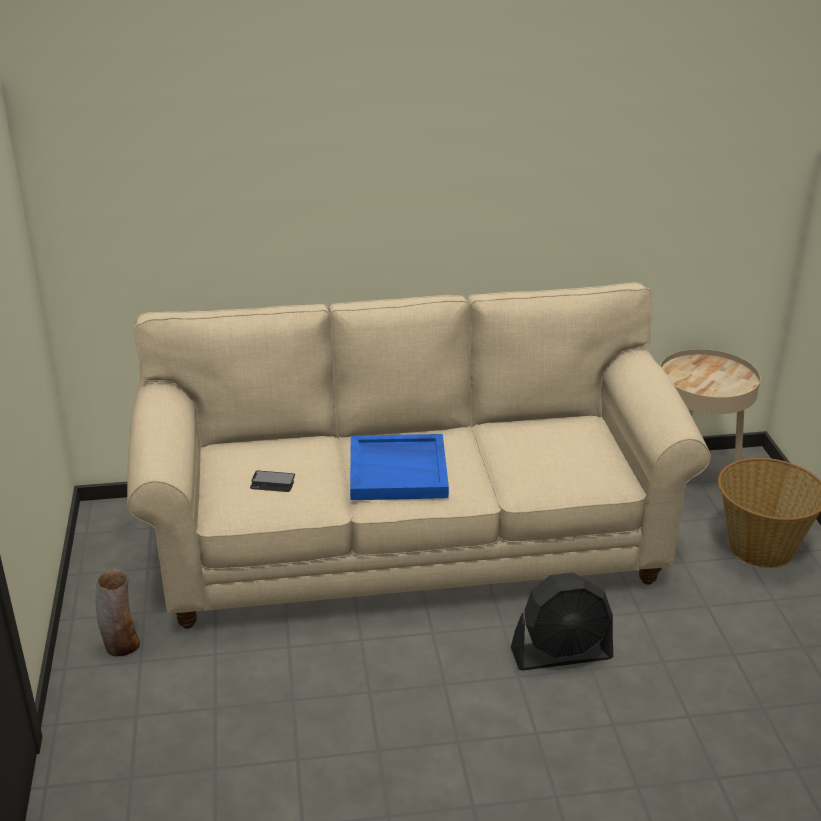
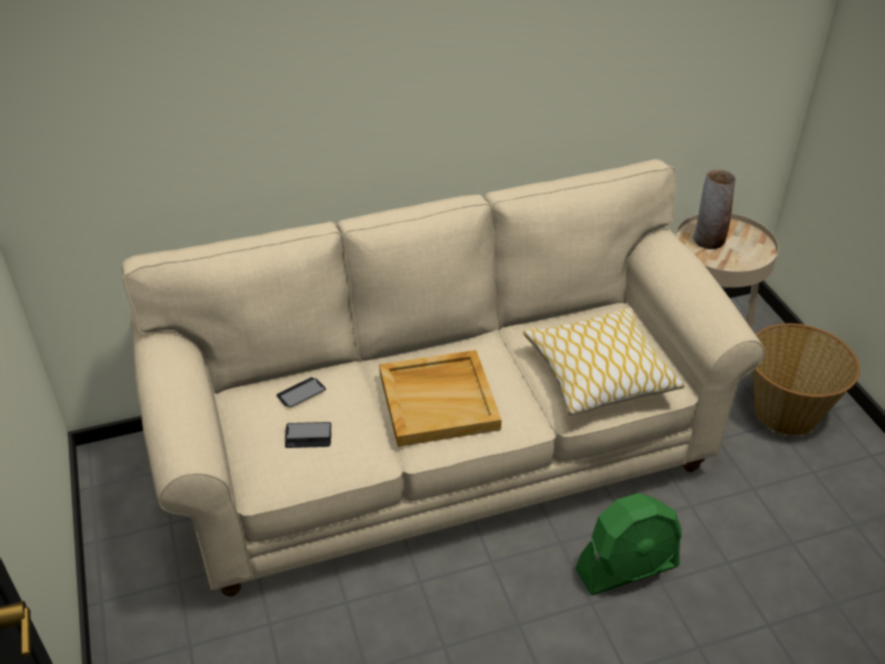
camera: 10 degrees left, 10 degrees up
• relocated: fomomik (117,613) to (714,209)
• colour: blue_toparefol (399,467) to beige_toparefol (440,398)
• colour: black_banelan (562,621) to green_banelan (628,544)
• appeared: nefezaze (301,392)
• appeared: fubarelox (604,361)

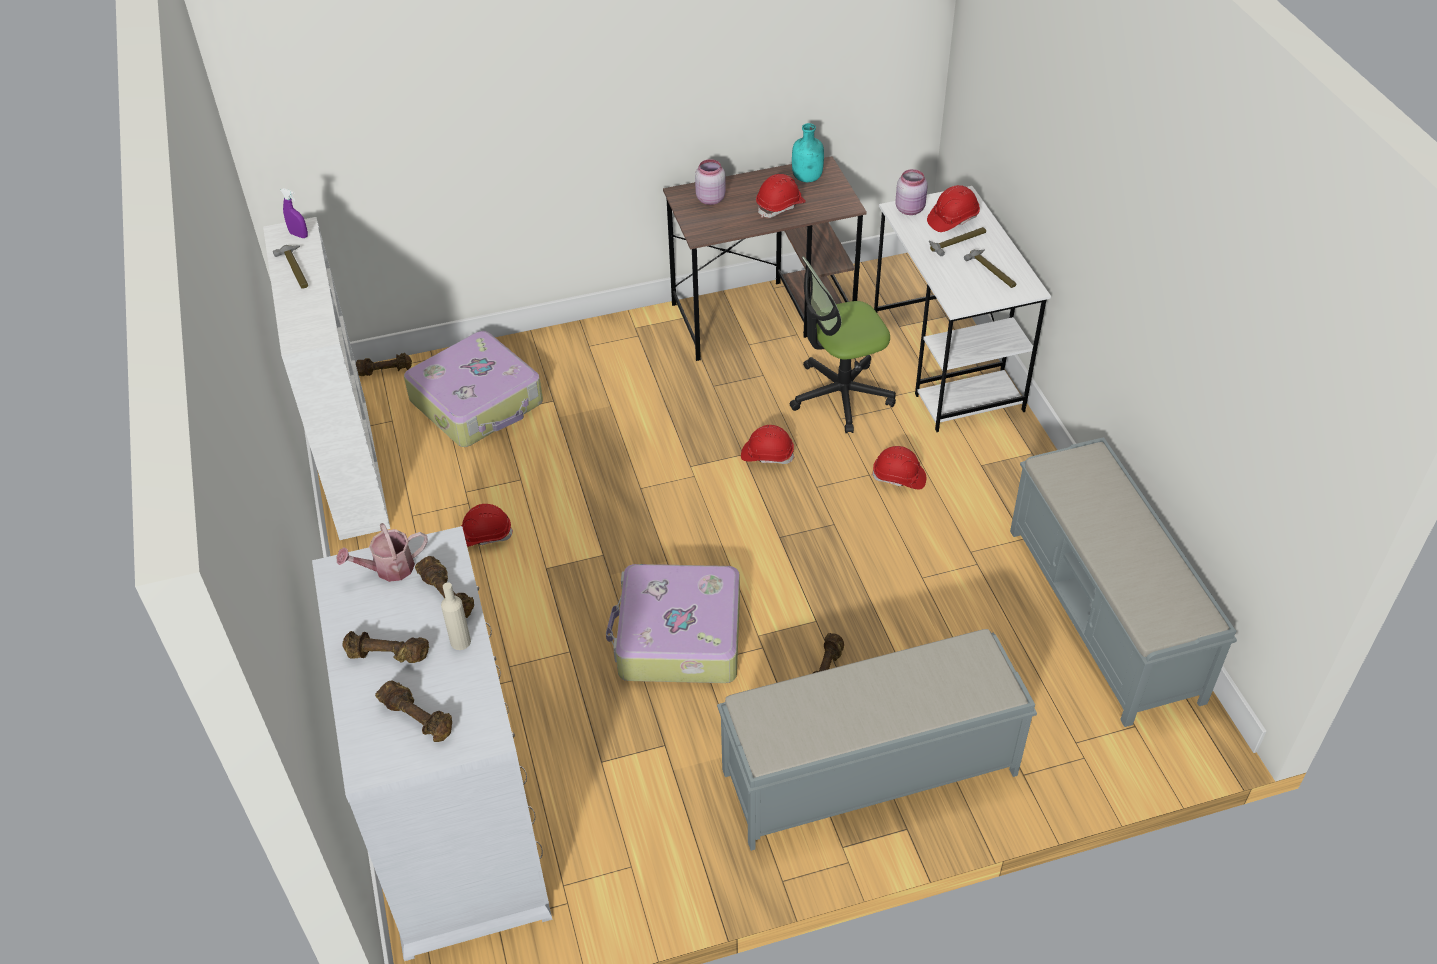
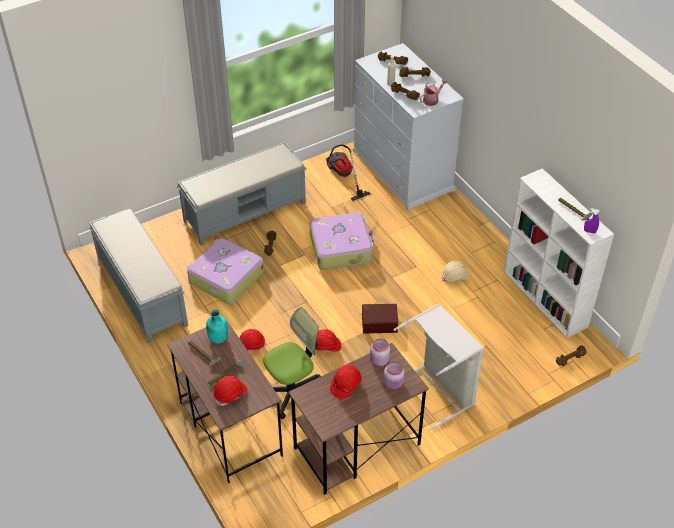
camera: 165 degrees right, 0 degrees up
• relocated: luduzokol (473,389) to (225,271)
• colour: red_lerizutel (487,525) to beige_lerizutel (456,272)
• relocated: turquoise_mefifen (808,152) to (217,327)
• colour: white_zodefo (962,309) to brown_zodefo (225,401)
• relocated: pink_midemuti (911,192) to (380,352)
• appeared: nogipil (348,172)
• appeared: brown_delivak (380,318)
• appeared: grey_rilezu (439,367)

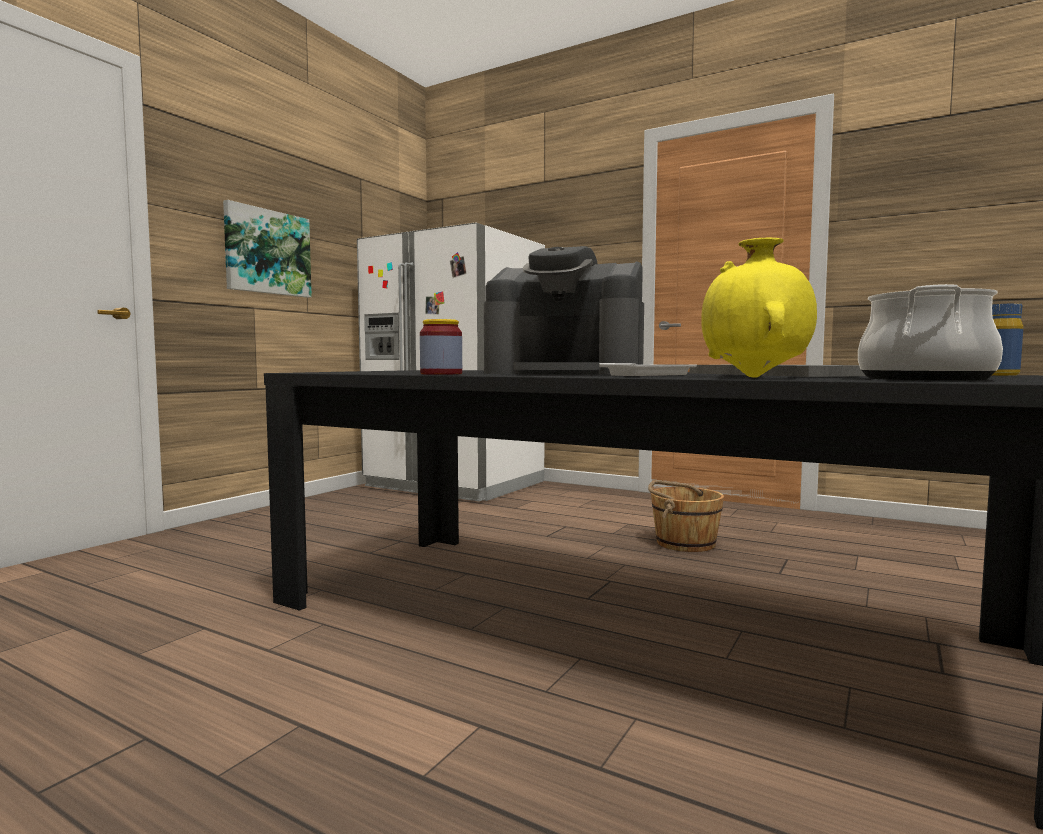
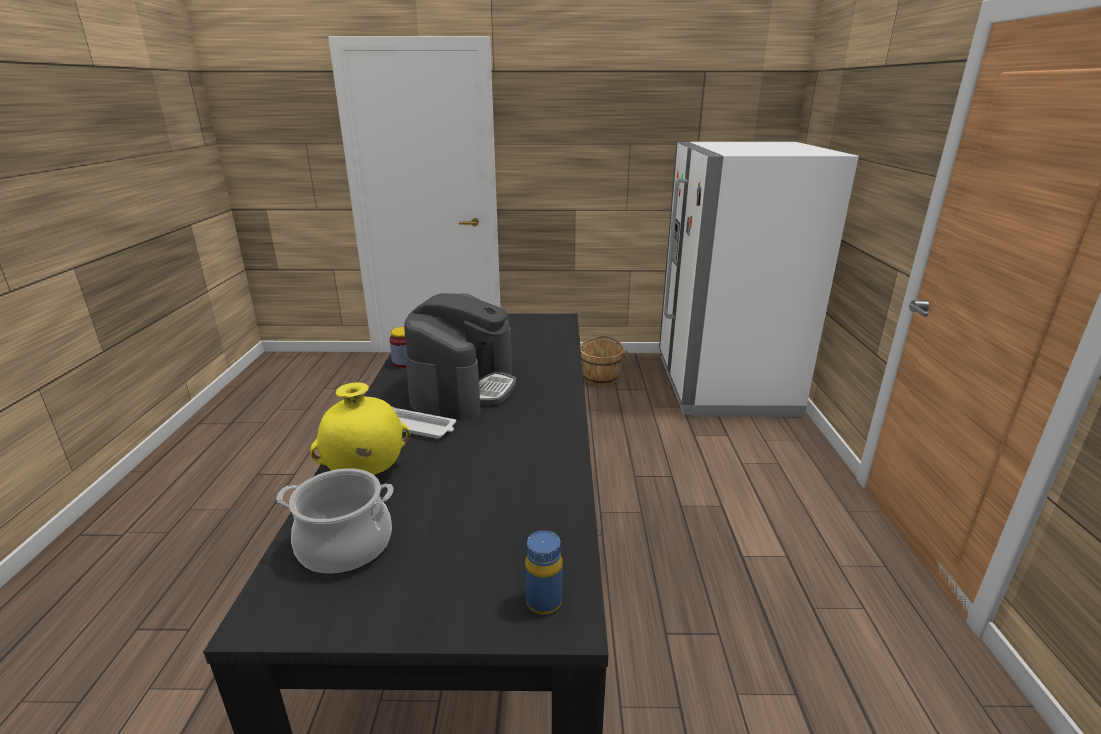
camera: 60 degrees right, 20 degrees up
• missing: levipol (267,249)
• spun: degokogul (564,310) = (460,356) 150 degrees counterclockwise
• relocated: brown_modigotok (686,516) to (605,360)
• missing: grey_toparefol (777,371)

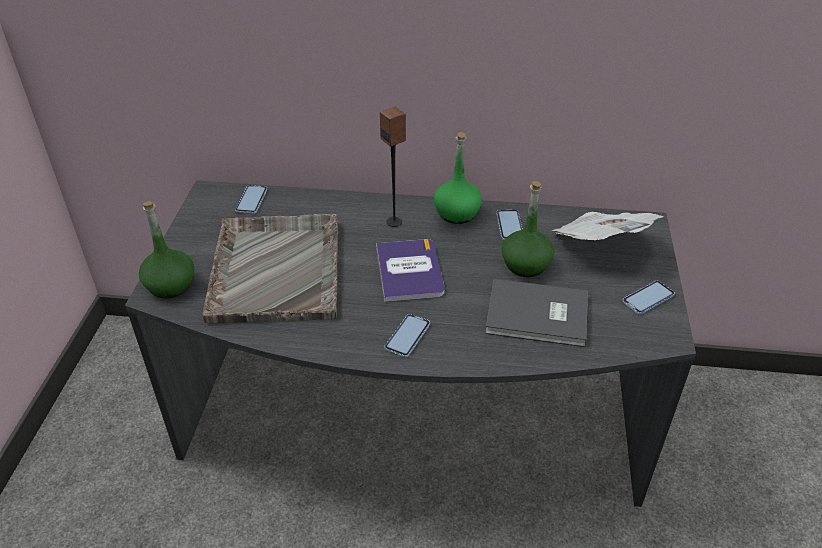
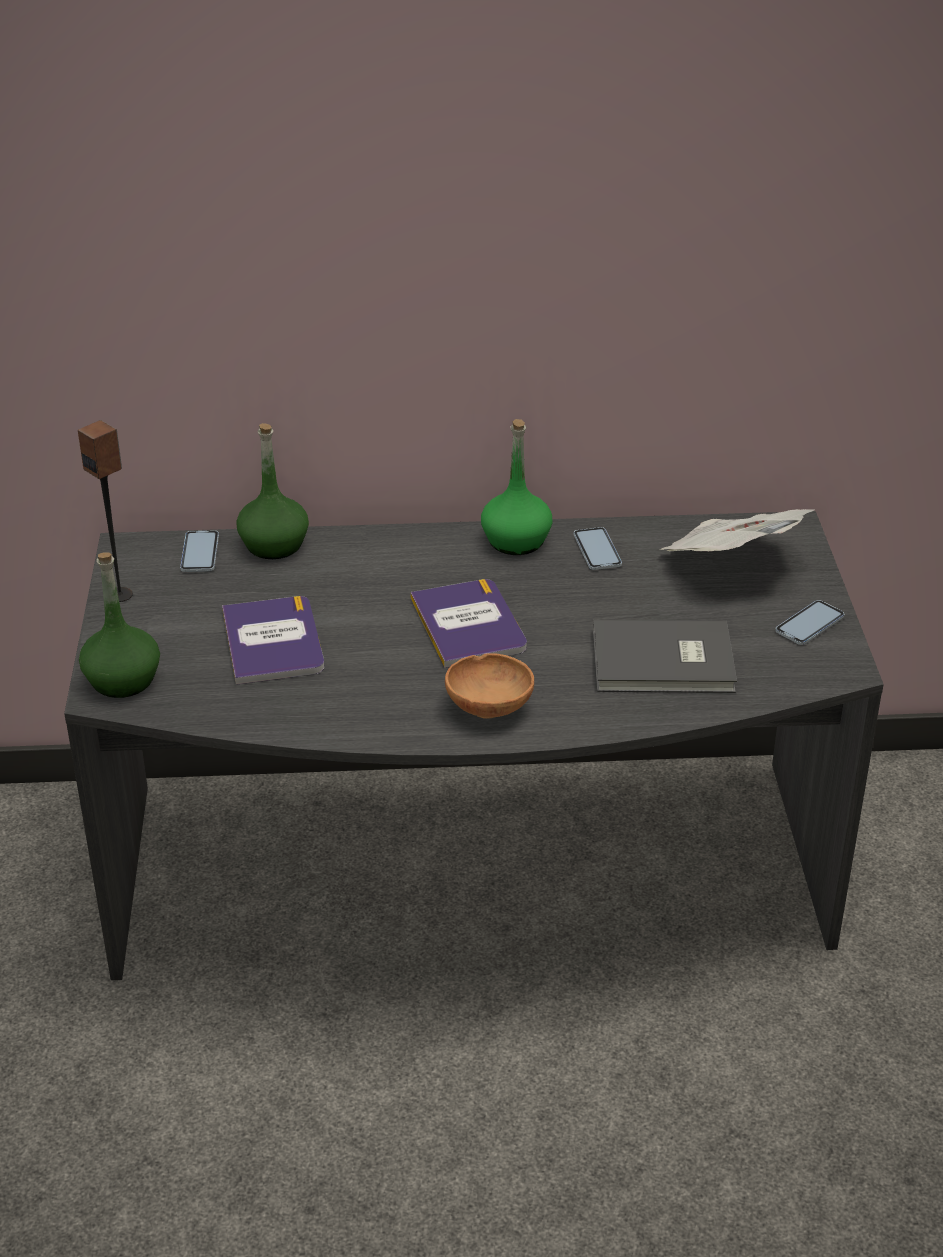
camera: 10 degrees left, 5 degrees down
• exchanged: grey_toparefol (270,268) to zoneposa (273,640)
• relocated: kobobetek (393,167) to (105,511)
• exchanged: nefezaze (407,335) to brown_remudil (489,686)
• relocated: green_mefifen (528,229) to (272,491)

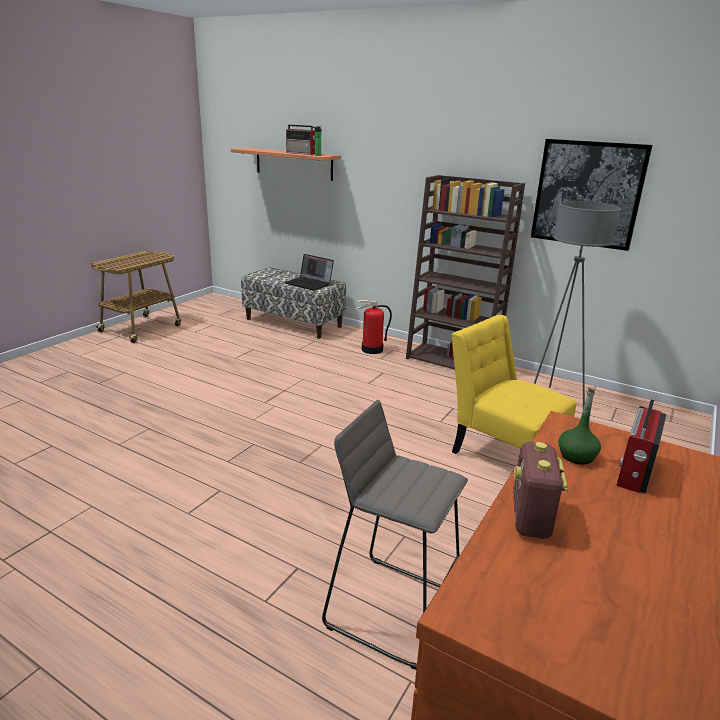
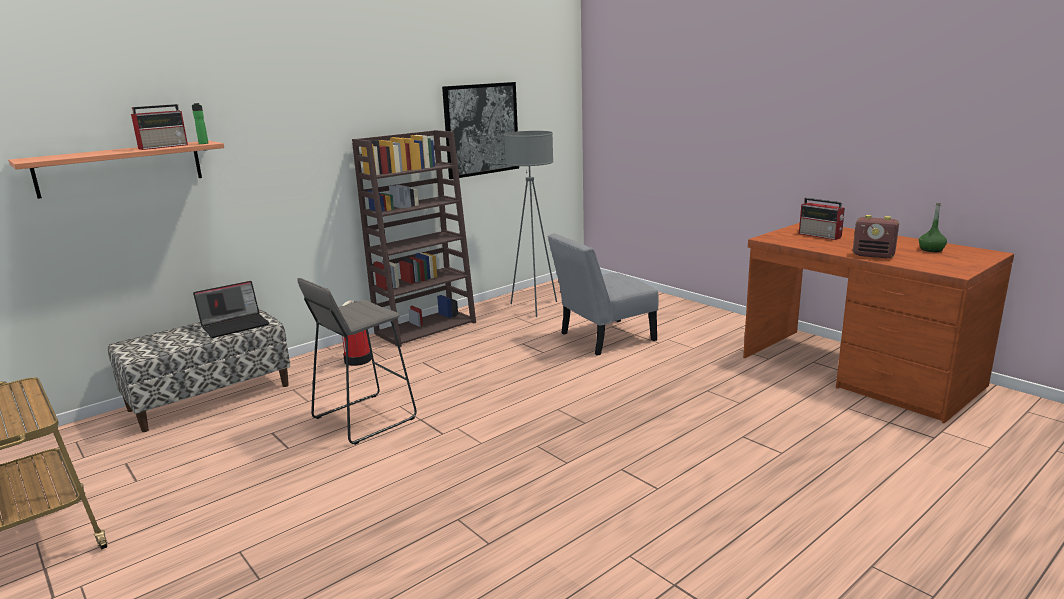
camera: 70 degrees left, 5 degrees down
• relocated: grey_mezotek (395,535) to (357,361)
• colour: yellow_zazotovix (513,384) to grey_zazotovix (603,294)
• relocated: green_mefifen (579,426) to (933,227)

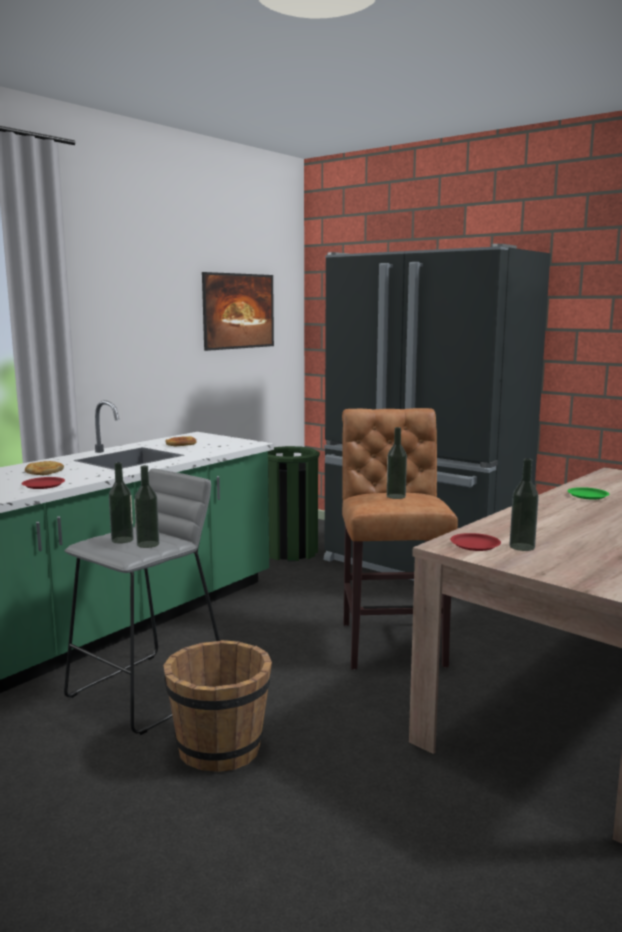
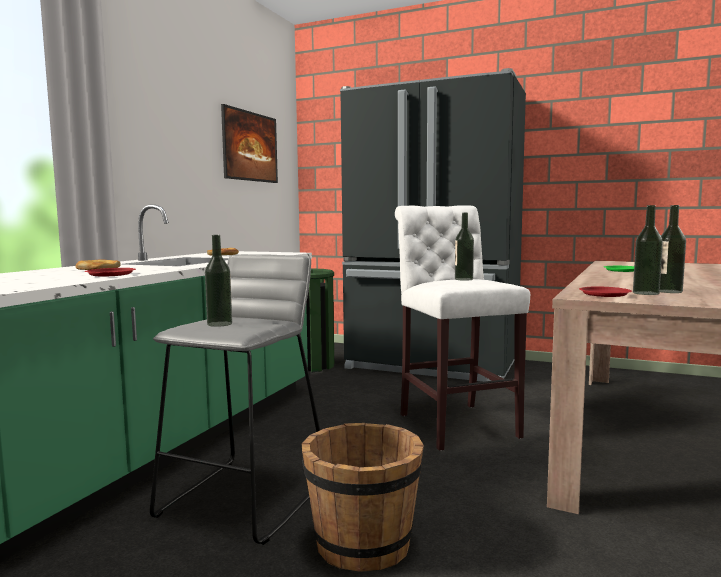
camera: 15 degrees left, 5 degrees down
• relocated: mefifen (146,506) to (673,249)
• colour: brown_mezotek (400,539) to white_mezotek (462,328)

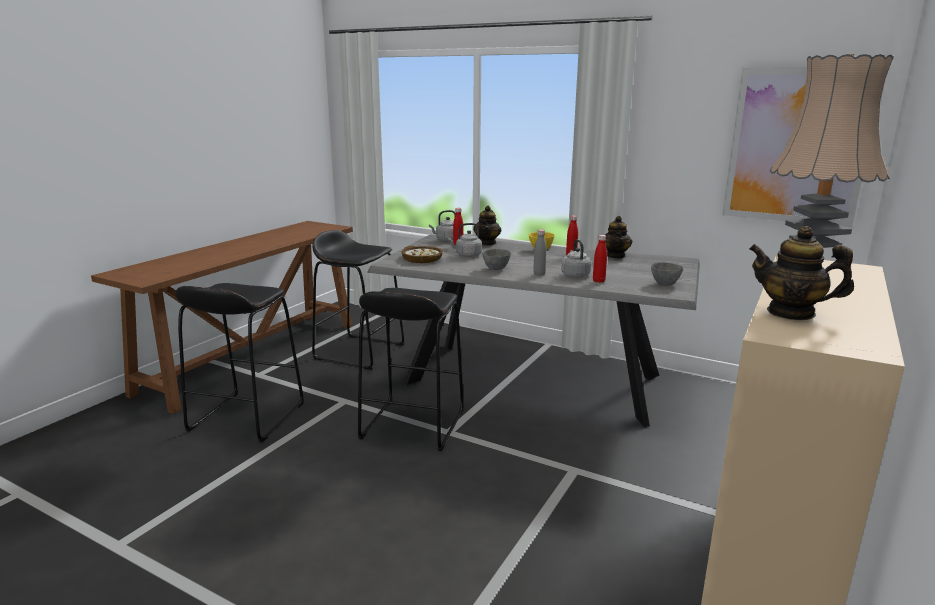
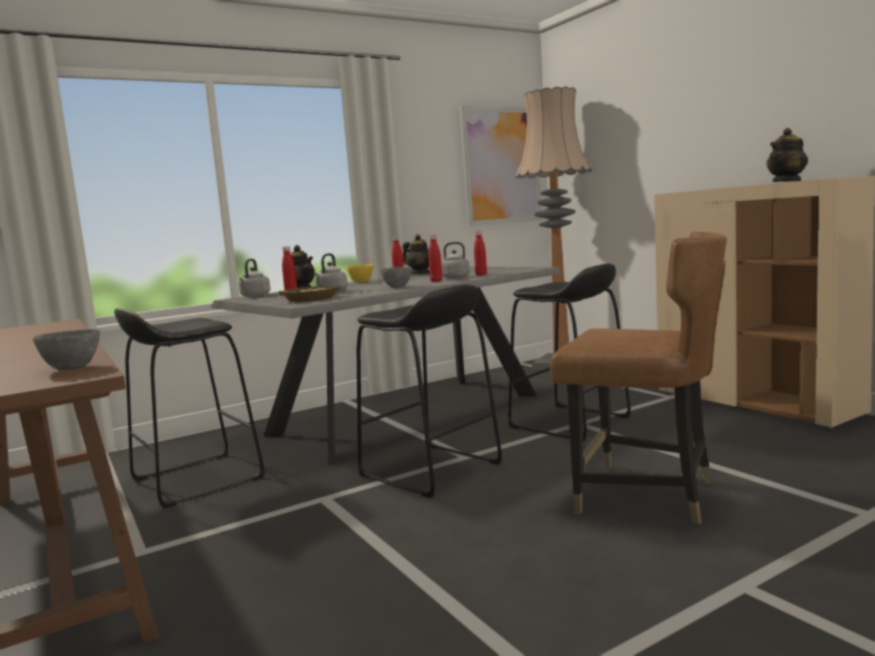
camera: 60 degrees left, 10 degrees down
• relocated: black_mezotek (239,363) to (569,352)
• colour: grey_mefifen (539,252) to red_mefifen (435,258)
• relocated: grey_remudil (667,274) to (66,349)
• appeared: brown_zazotovix (638,378)

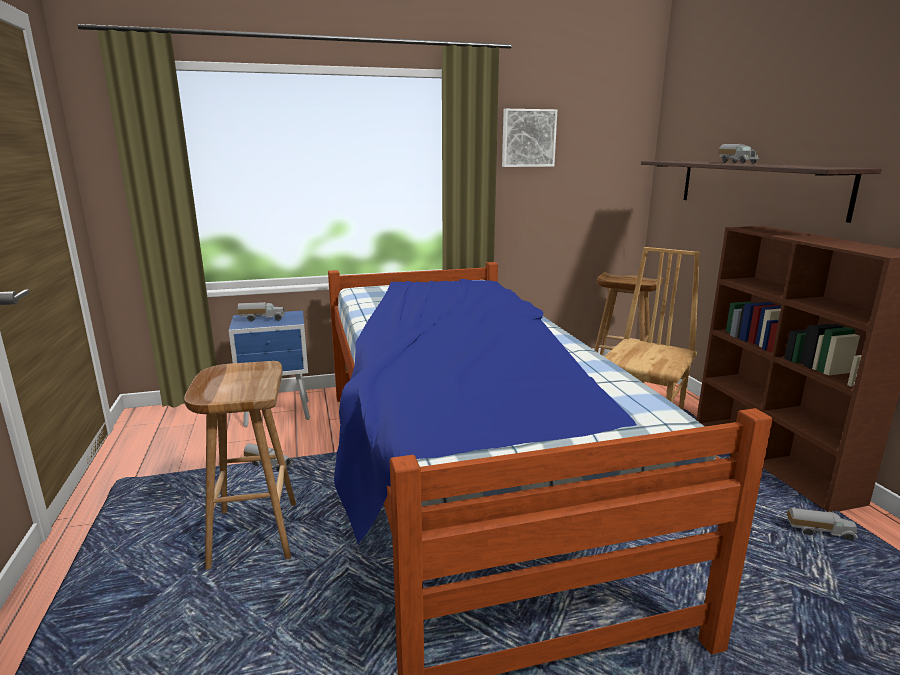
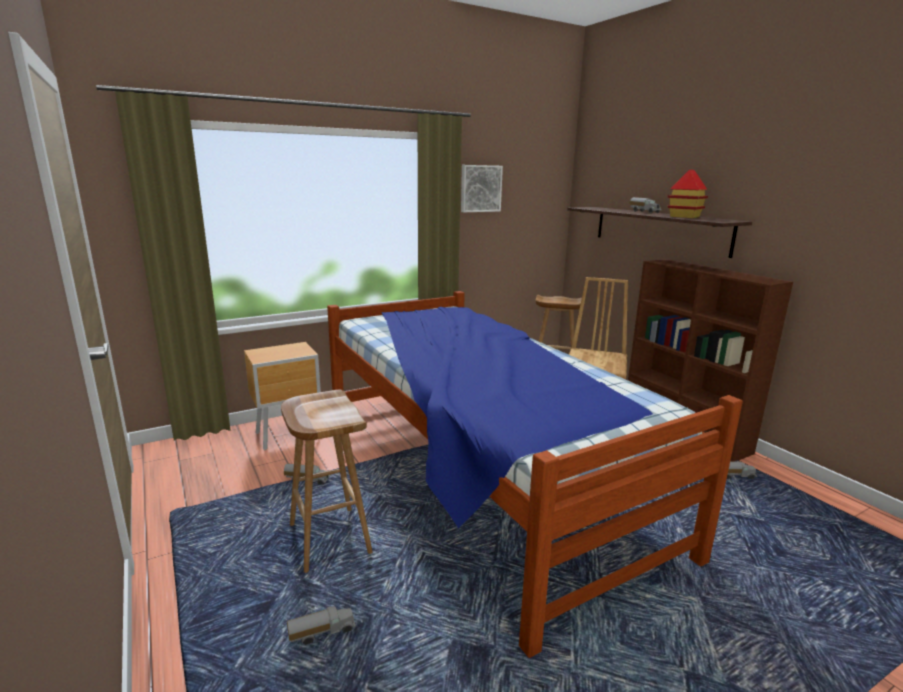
camera: 15 degrees left, 0 degrees up
• colour: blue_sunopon (269,369) to brown_sunopon (282,396)
• relocated: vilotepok (261,311) to (321,625)
• appeared: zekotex (687,194)

